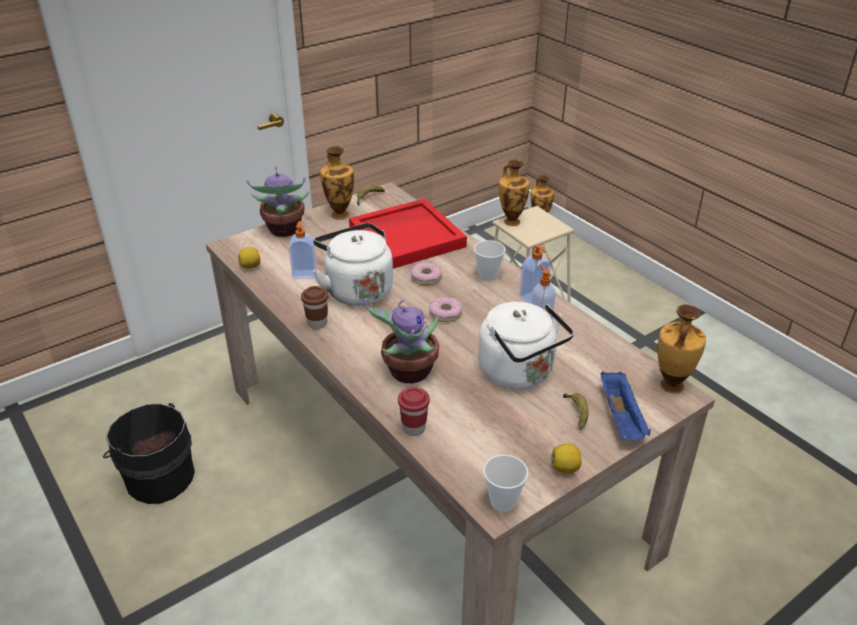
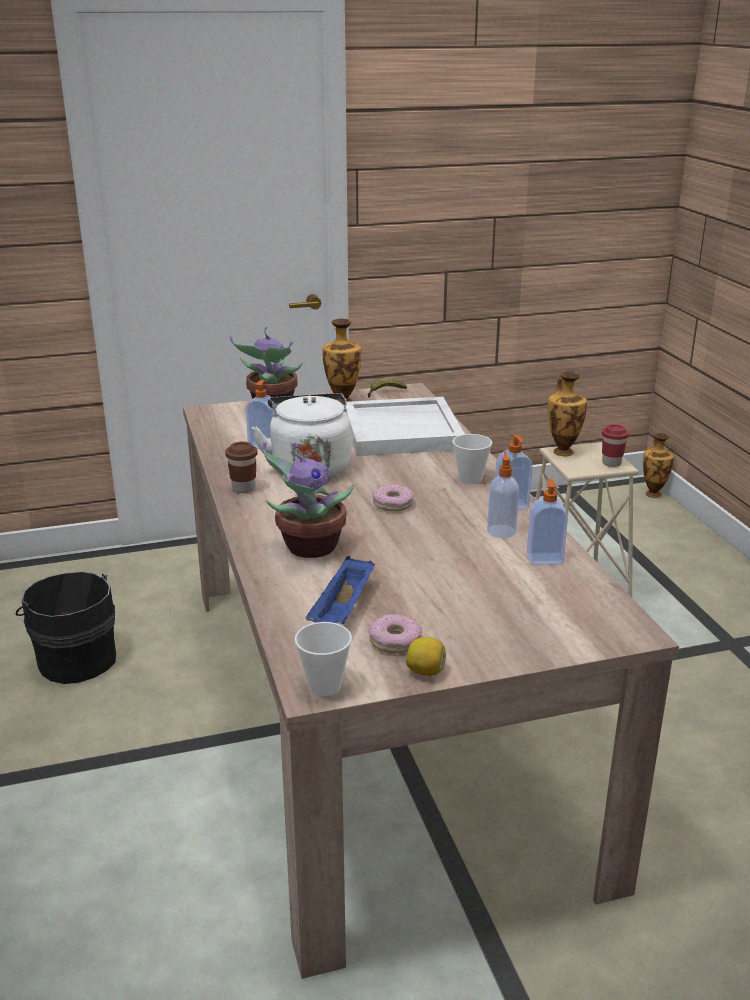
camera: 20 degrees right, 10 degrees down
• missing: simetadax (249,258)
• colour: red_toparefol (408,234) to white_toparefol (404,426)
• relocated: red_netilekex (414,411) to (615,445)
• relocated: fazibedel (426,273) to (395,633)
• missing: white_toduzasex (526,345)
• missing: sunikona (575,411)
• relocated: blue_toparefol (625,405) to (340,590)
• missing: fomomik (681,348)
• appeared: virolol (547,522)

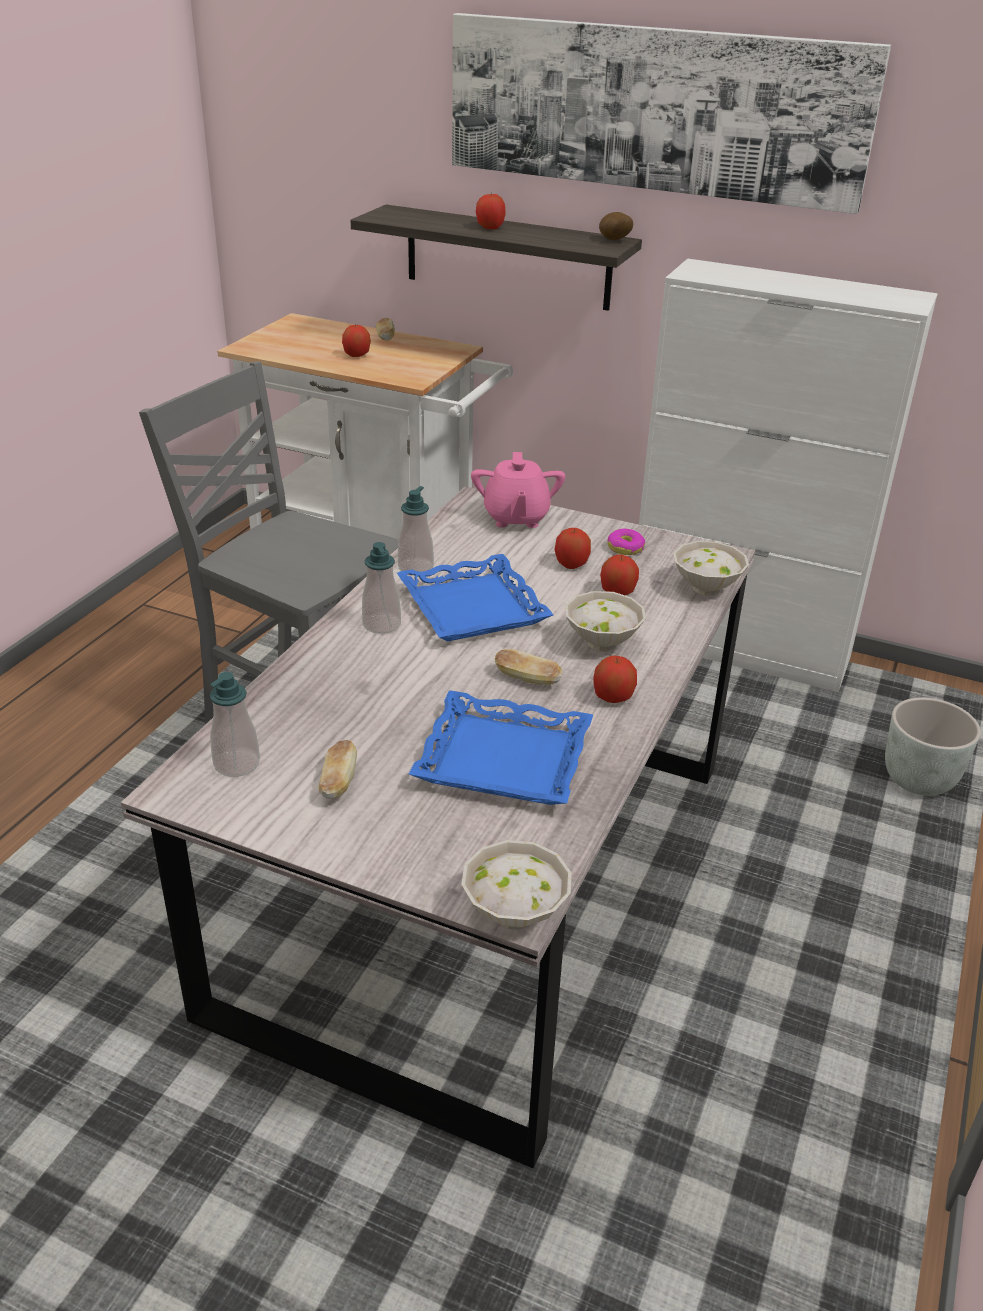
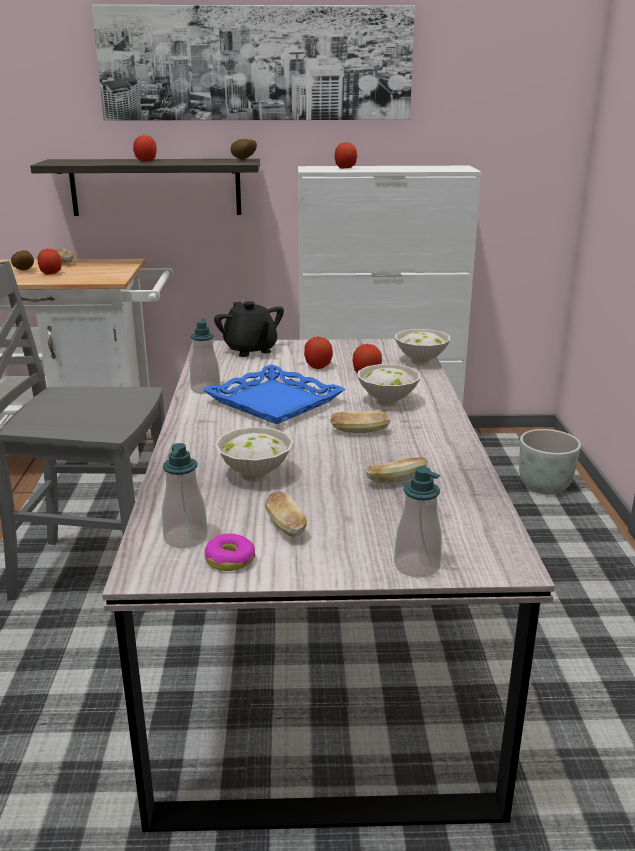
camera: 25 degrees left, 10 degrees down
• relocated: virolol (381,588) to (418,522)
• exchanged: blue_toparefol (501,748) to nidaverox (396,470)
• relocated: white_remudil (516,885) to (254,454)
• colour: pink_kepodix (518,490) to black_kepodix (249,329)
• relocated: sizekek (615,679) to (346,156)
• relocated: fazibedel (626,542) to (229,552)
• appeared: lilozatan (22,260)

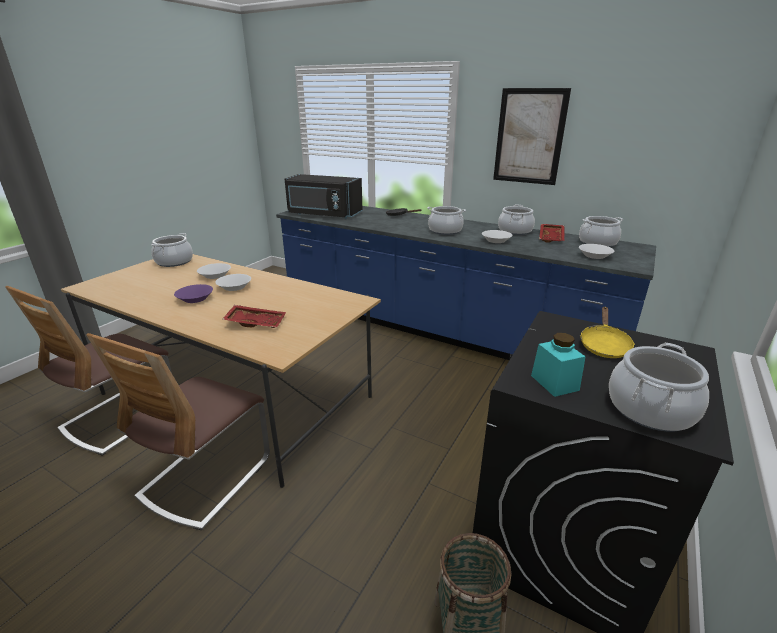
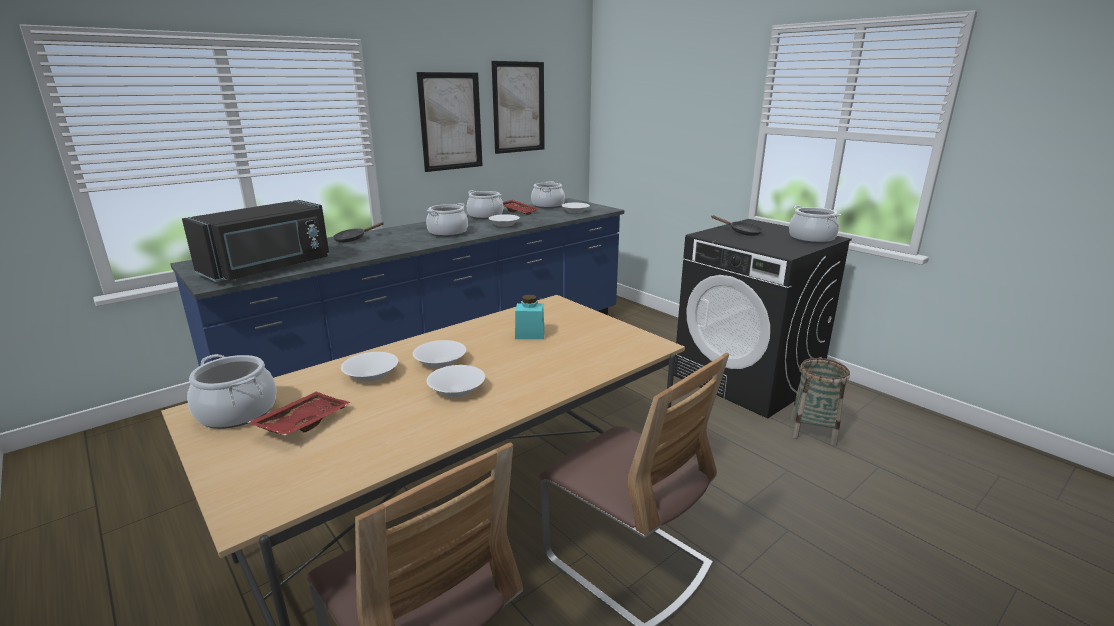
camera: 70 degrees left, 5 degrees down
• colour: purple_remudil (193,293) to white_remudil (455,381)
• relocated: red_toparefol (254,316) to (298,414)
• relocated: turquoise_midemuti (558,365) to (530,316)
• colour: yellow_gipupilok (607,332) to black_gipupilok (737,226)
• appeared: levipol (518,107)

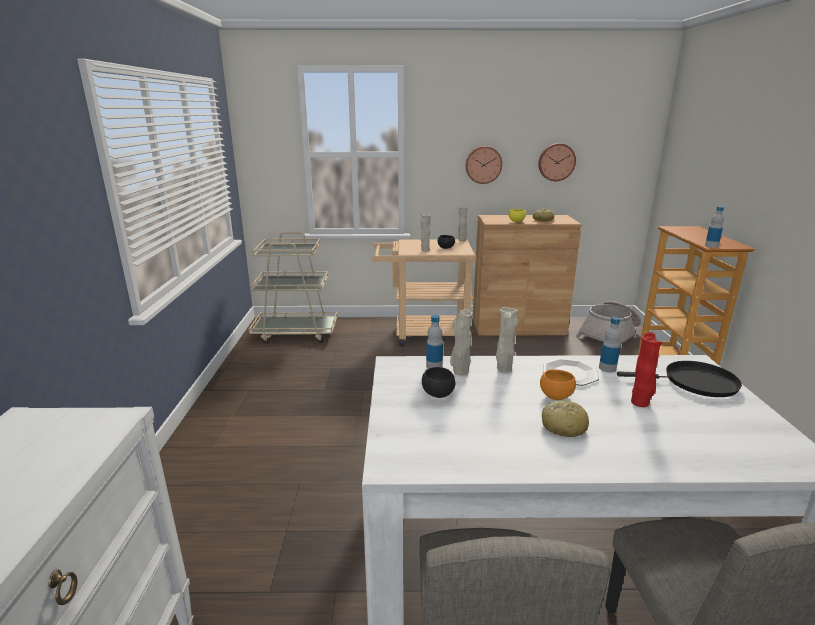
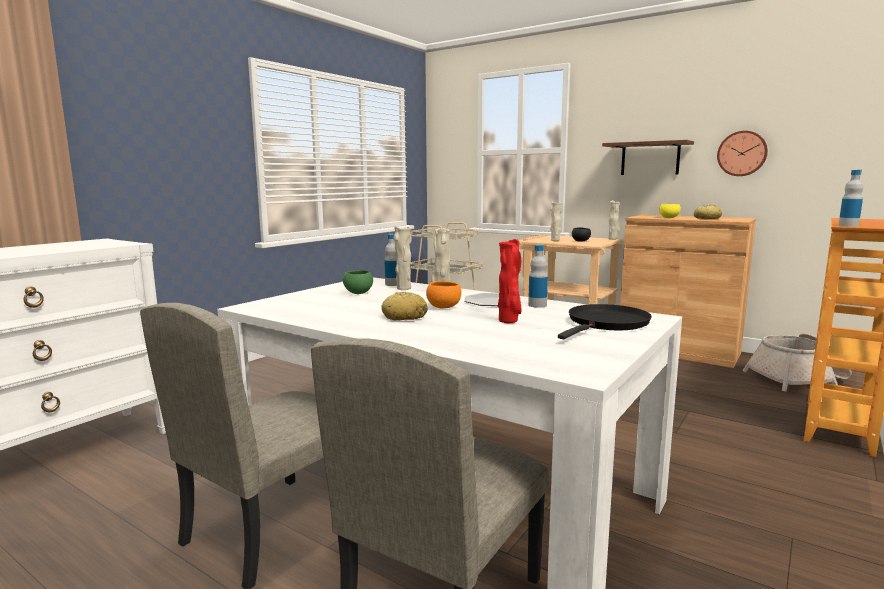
camera: 35 degrees right, 10 degrees down
• colour: black_remudil (438,382) to green_remudil (358,282)
• exchanged: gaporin (484,165) to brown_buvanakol (648,157)
• spun: black_gipupilok (679,379) = (605,321) 90 degrees counterclockwise

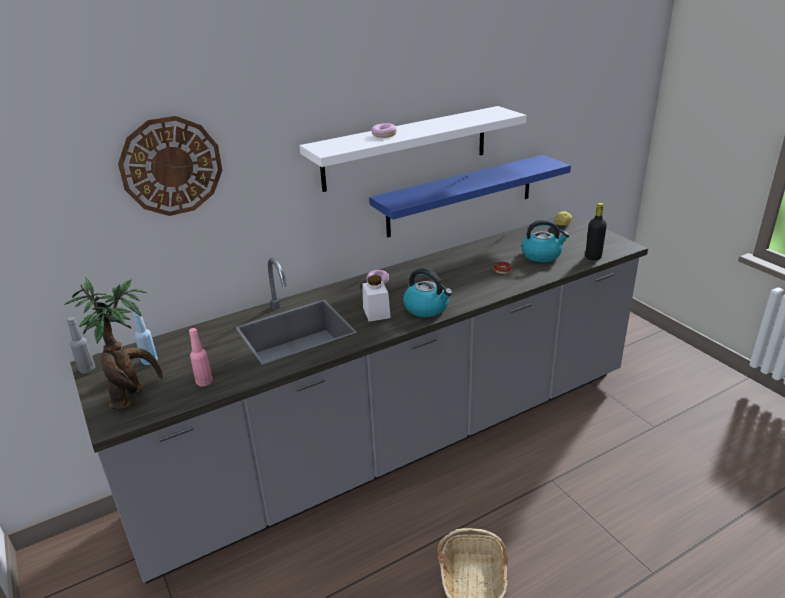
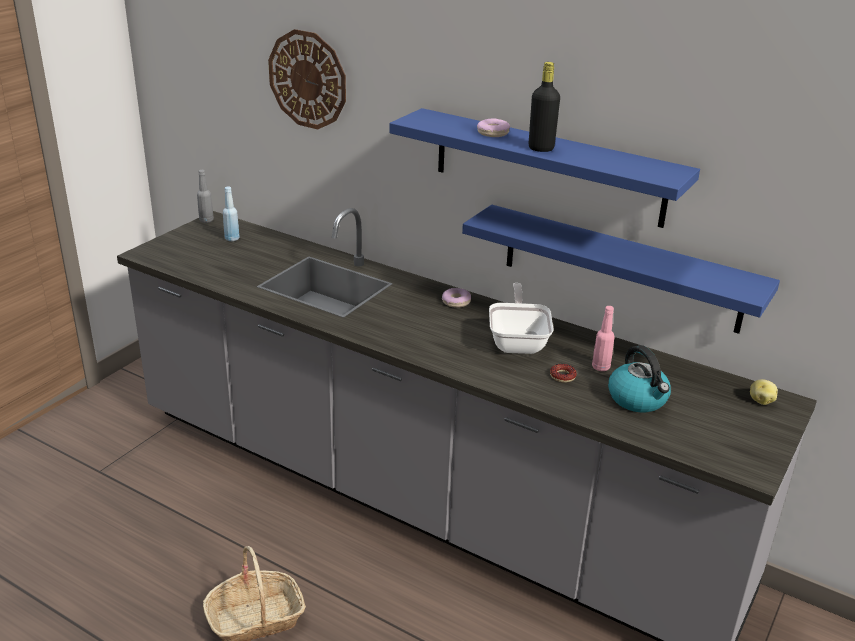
camera: 60 degrees right, 0 degrees up
• missing: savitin (113,343)
• relocated: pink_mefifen (201,357) to (603,338)
• colour: white_buvanakol (413,149) to blue_buvanakol (544,168)
• missing: white_midemuti (376,298)
• missing: toduzasex (427,292)
• relocated: black_mefifen (596,231) to (544,107)
• appeared: gipupilok (521,318)

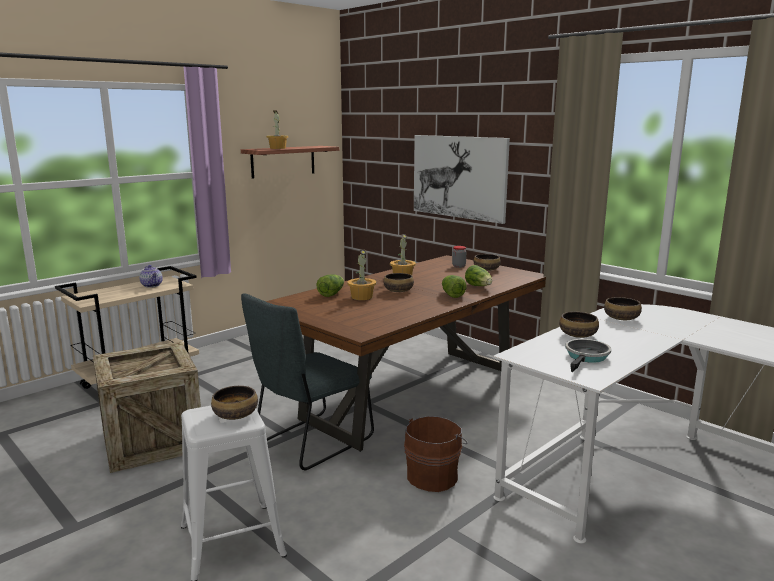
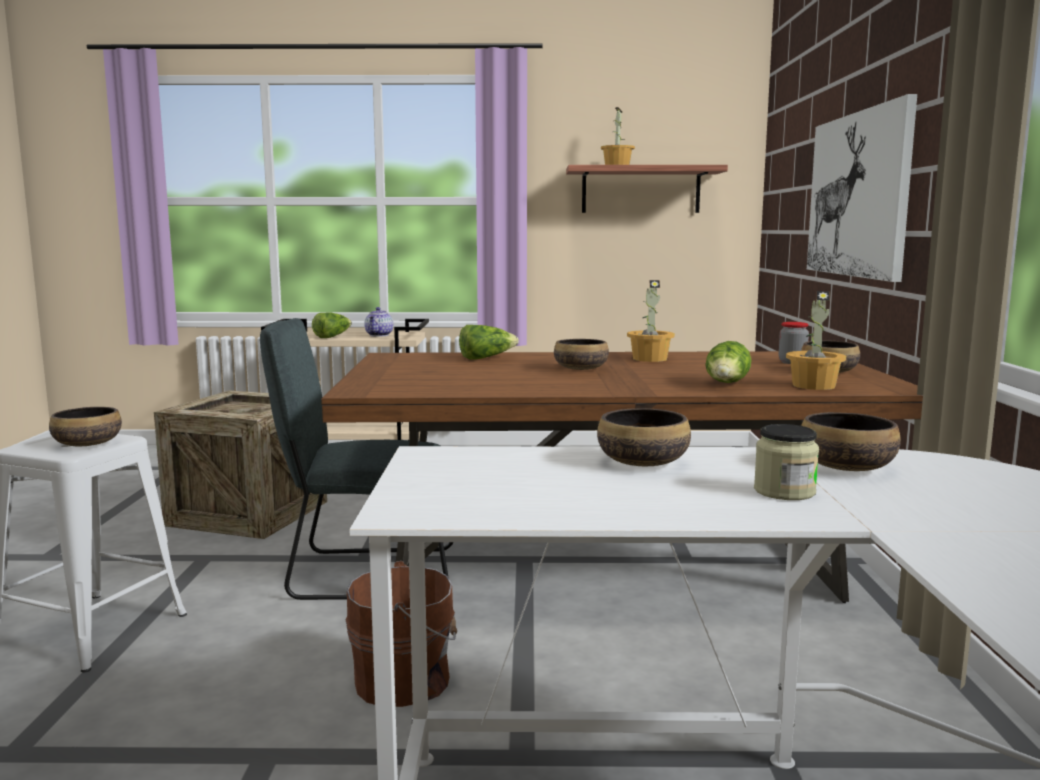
camera: 45 degrees right, 5 degrees down
• relocated: savitin (361,274) to (816,340)
• relocated: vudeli (454,286) to (332,325)
• missing: gipupilok (588,355)
• appeared: midemuti (786,462)

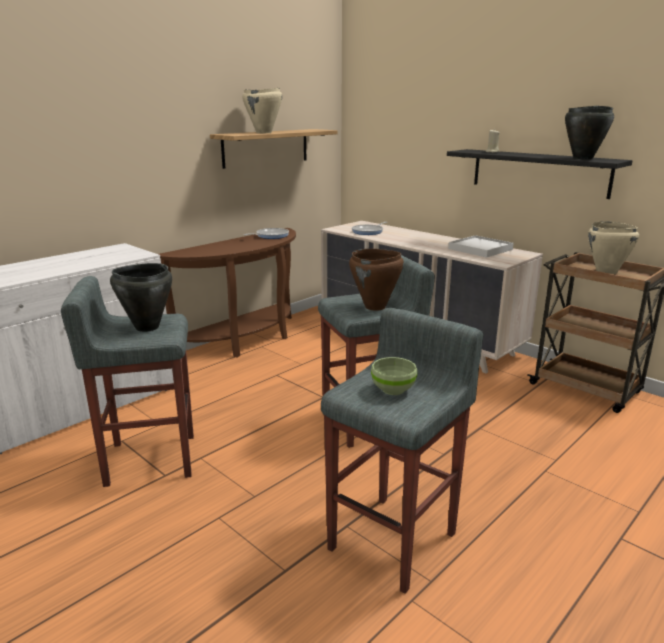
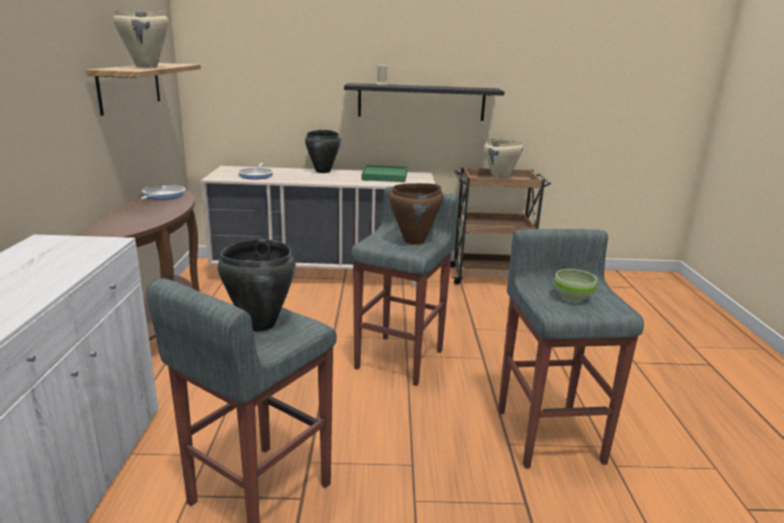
camera: 45 degrees left, 0 degrees up
• colour: white_toparefol (481,246) to green_toparefol (384,173)
• relocated: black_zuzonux (589,133) to (323,151)

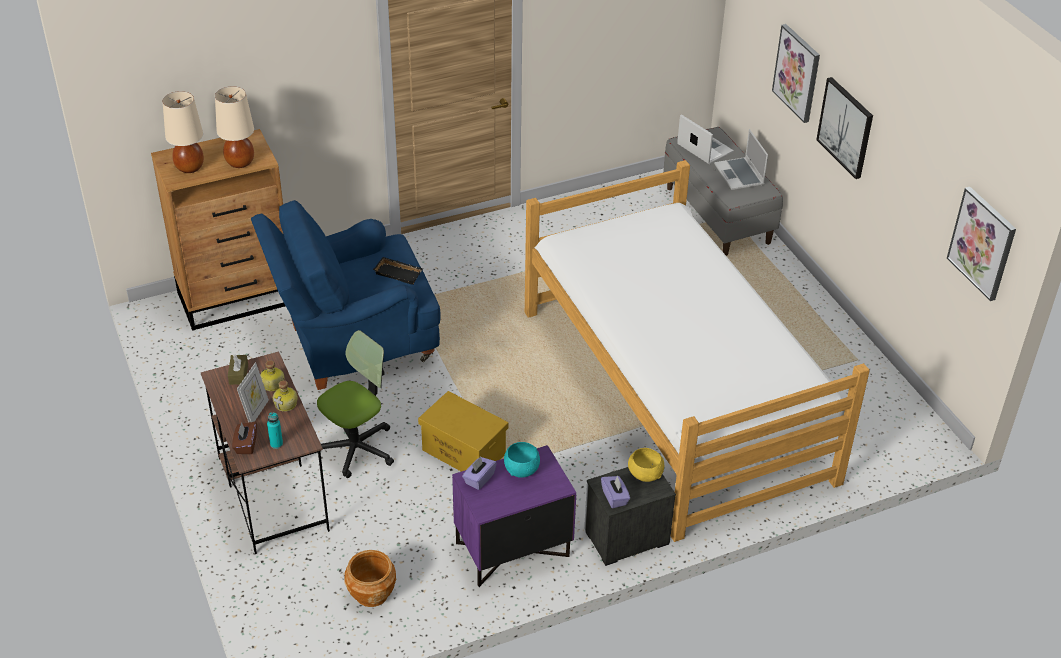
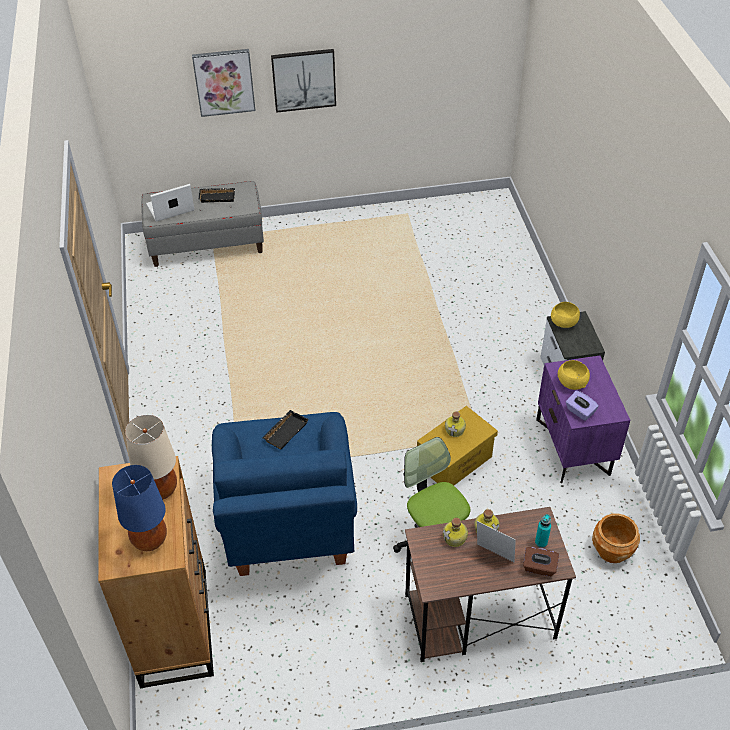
camera: 75 degrees left, 5 degrees up
• colour: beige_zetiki (183,132) to blue_zetiki (139,508)
• missing: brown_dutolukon (238,369)
• colour: turquoise_remudil (522,460) to yellow_remudil (574,375)
• missing: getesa (697,351)
• missing: purple_dutolukon (615,492)
• exchanged: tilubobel (741,159) to black_toparefol (216,195)
• missing: levipol (981,244)
• appeared: mefifen (455,424)

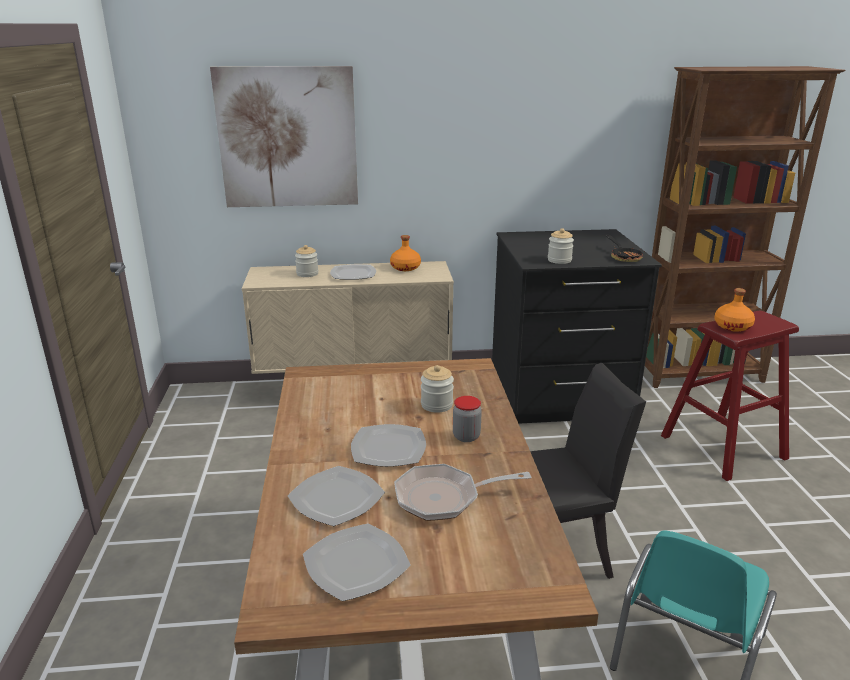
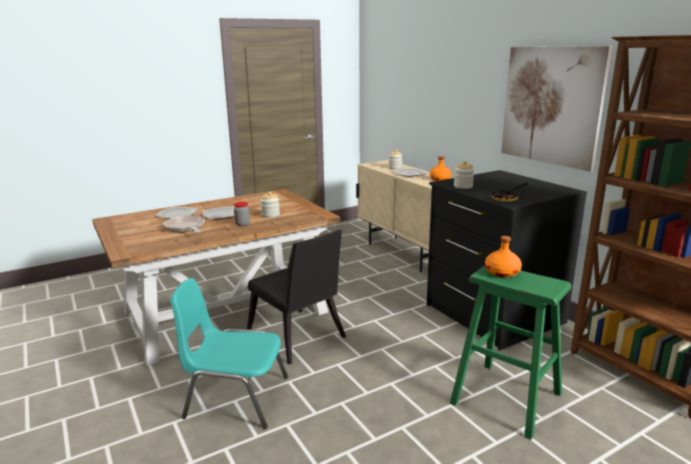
camera: 65 degrees right, 5 degrees down
• relocated: levipol (284,136) to (556,109)
• missing: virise (357,562)
• colour: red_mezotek (730,396) to green_mezotek (510,352)

